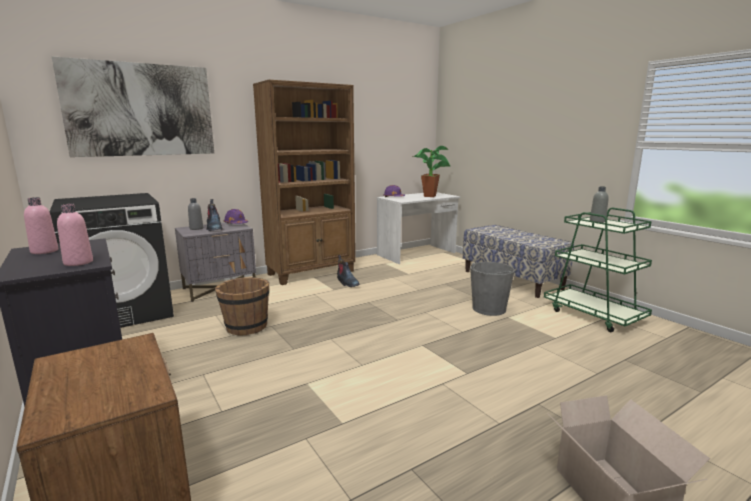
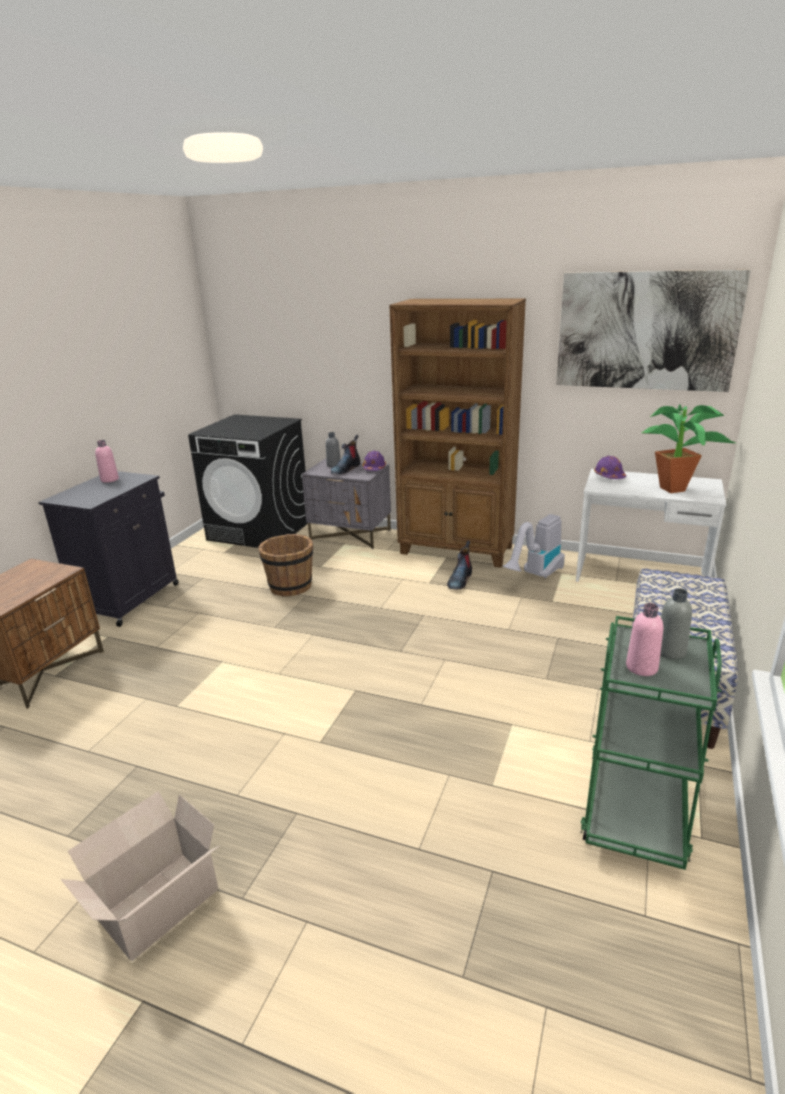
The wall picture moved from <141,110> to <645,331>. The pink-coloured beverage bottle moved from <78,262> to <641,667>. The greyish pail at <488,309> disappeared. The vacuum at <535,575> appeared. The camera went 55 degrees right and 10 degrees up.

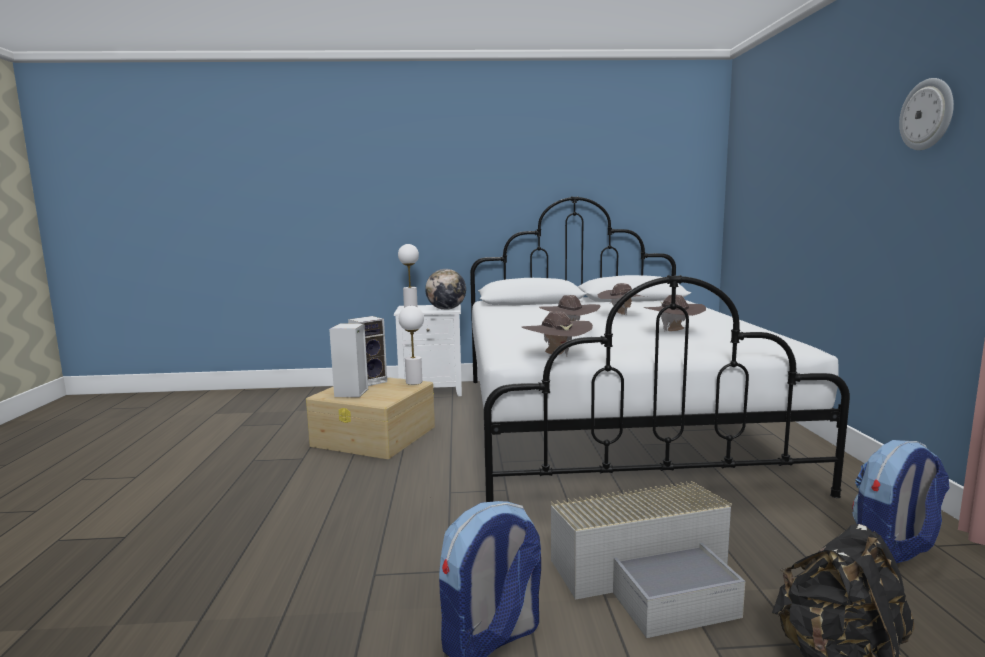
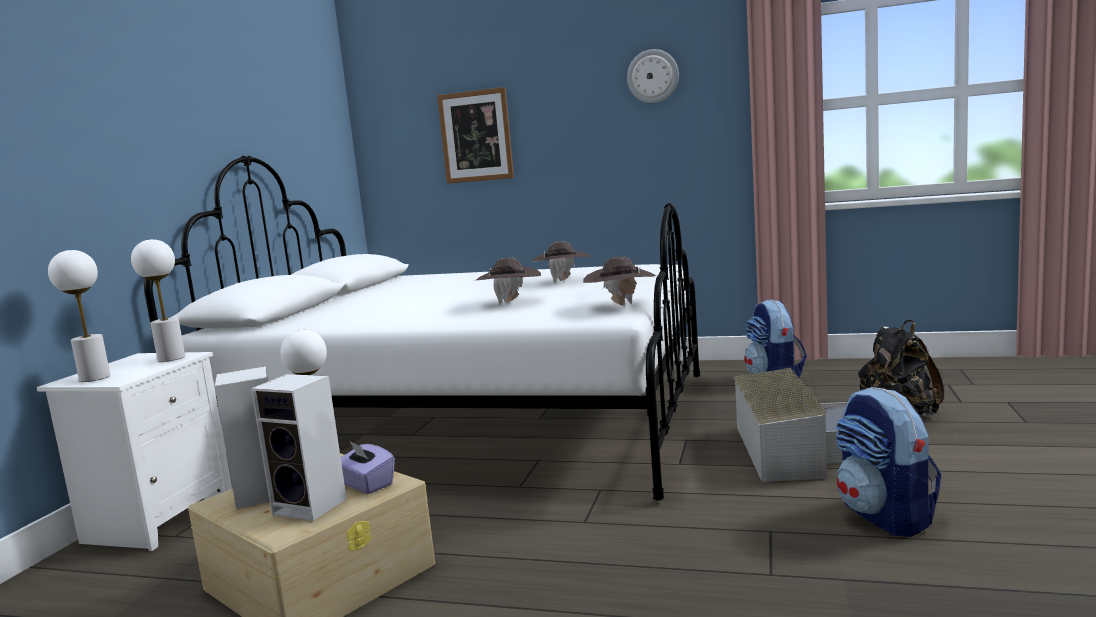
The globe at <446,309> was replaced by the whitish lamp for a table at <171,358>. The brown-coloured wearable hat at <621,315> disappeared. The purple-coloured tissue box at <366,485> appeared. The wall picture at <476,136> appeared. The camera went 70 degrees left and 0 degrees up.

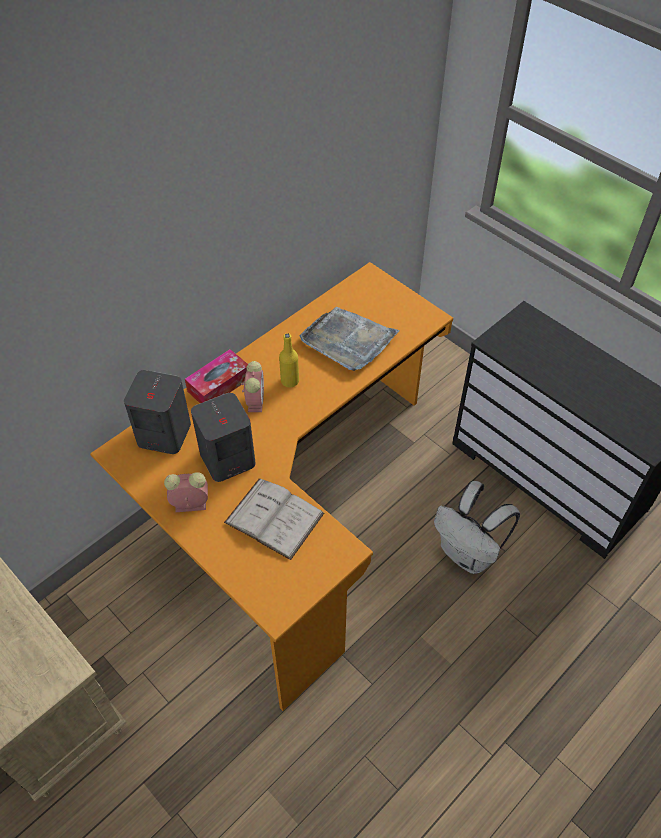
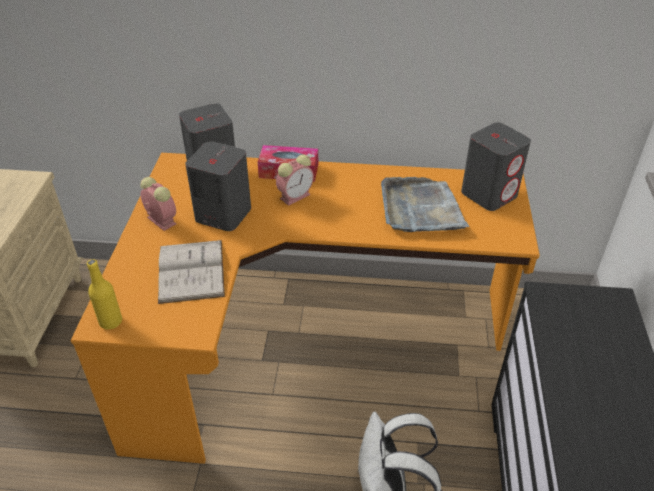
The yellowish beverage bottle moved from <290,381> to <111,322>. The greyish speaker at <489,194> appeared. The camera went 50 degrees right and 10 degrees down.

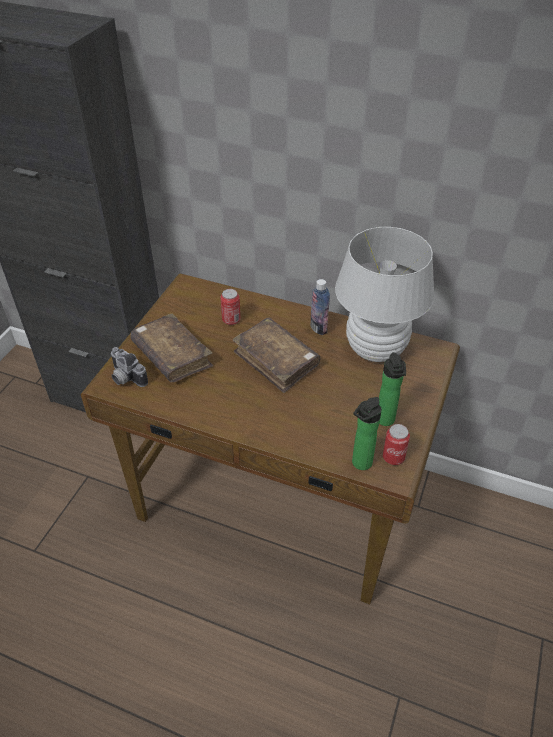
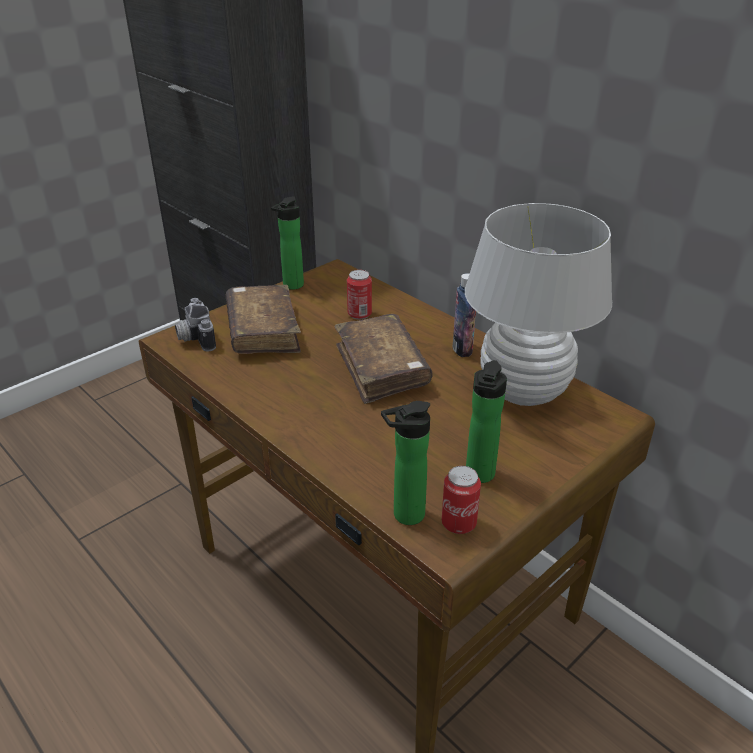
The beverage bottle at <291,286> appeared. The camera went 25 degrees right and 10 degrees down.

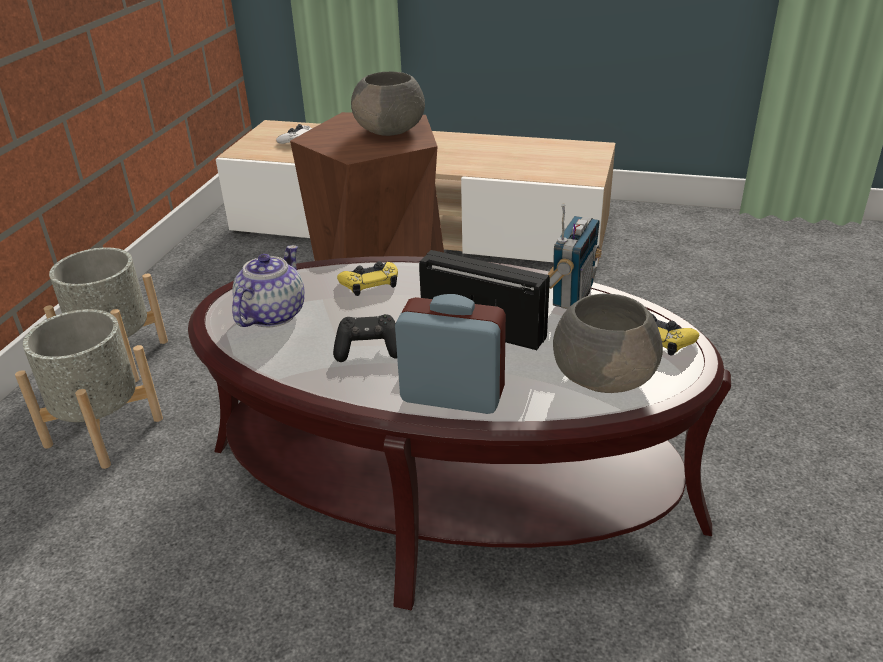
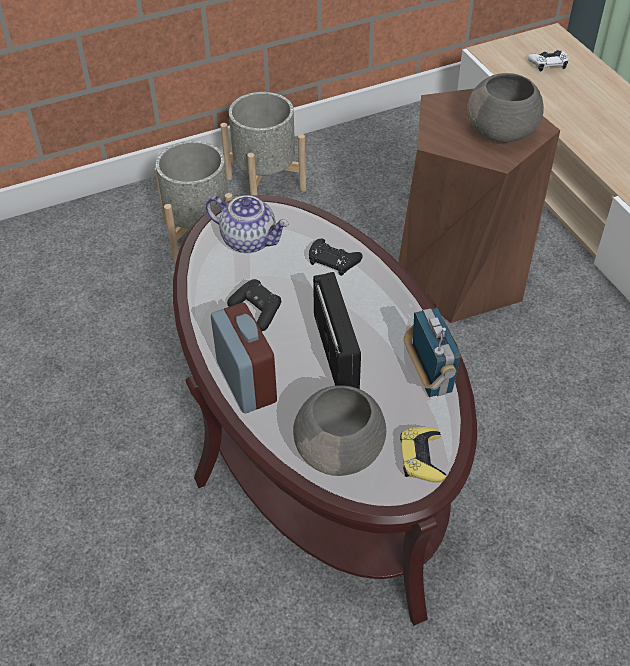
The teapot at <272,314> turned 45 degrees clockwise. The yellowish game controller at <370,283> became the blackish game controller at <333,260>. The radio at <571,295> turned 90 degrees counterclockwise. The camera went 50 degrees right and 15 degrees up.

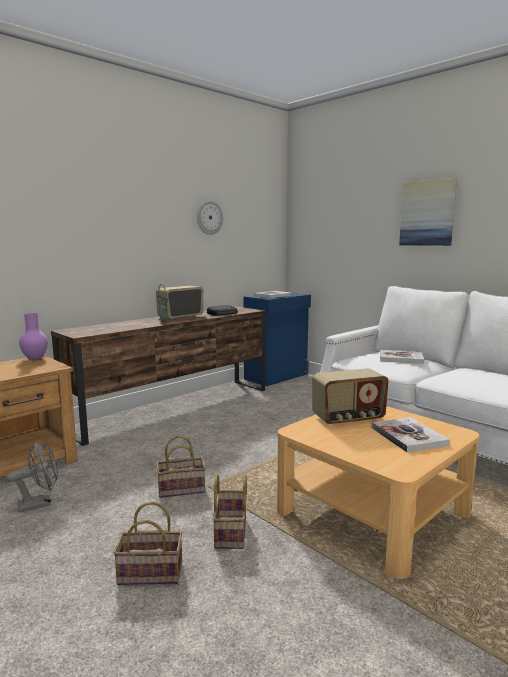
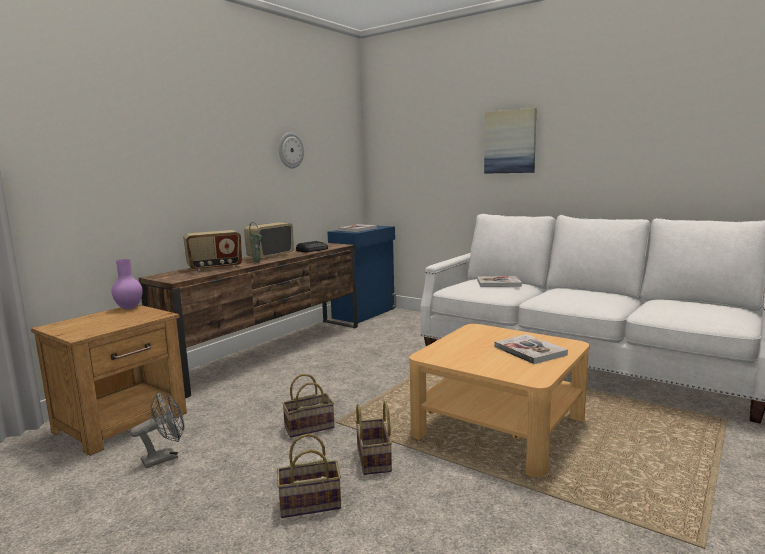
The radio moved from <348,419> to <215,267>. The camera went 10 degrees left and 0 degrees up.

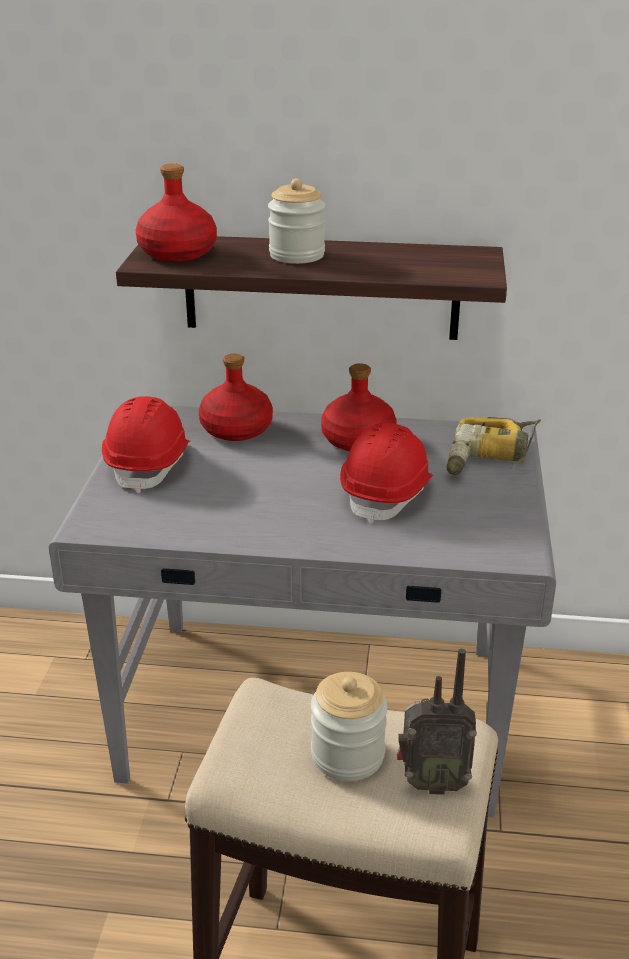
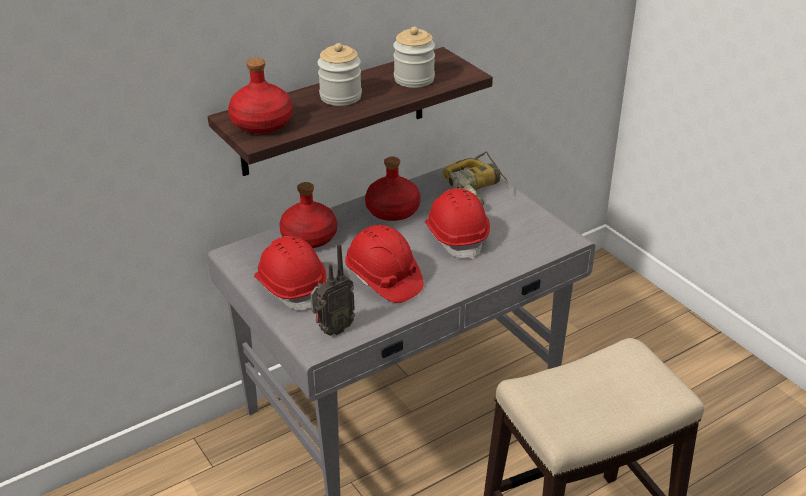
The jar moved from <347,755> to <414,79>. The radio moved from <431,782> to <332,330>. The red hard hat at <383,279> appeared. The camera went 40 degrees left and 5 degrees up.

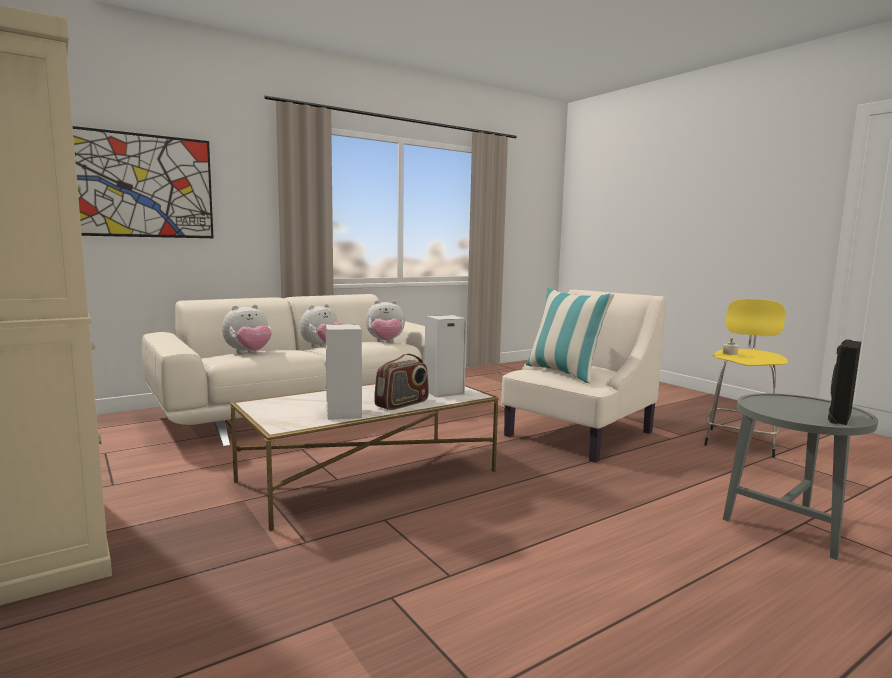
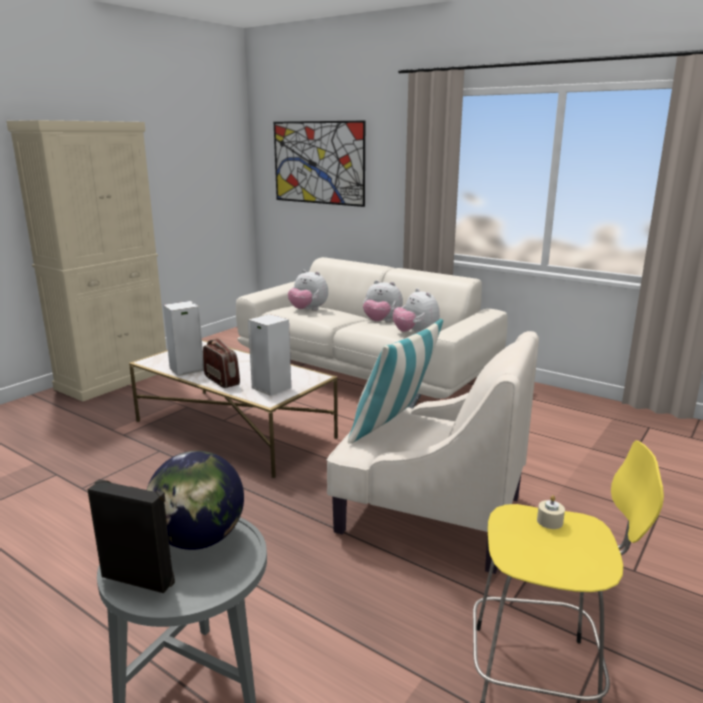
The radio at <402,404> turned 150 degrees counterclockwise. The globe at <198,540> appeared. The camera went 70 degrees right and 10 degrees up.

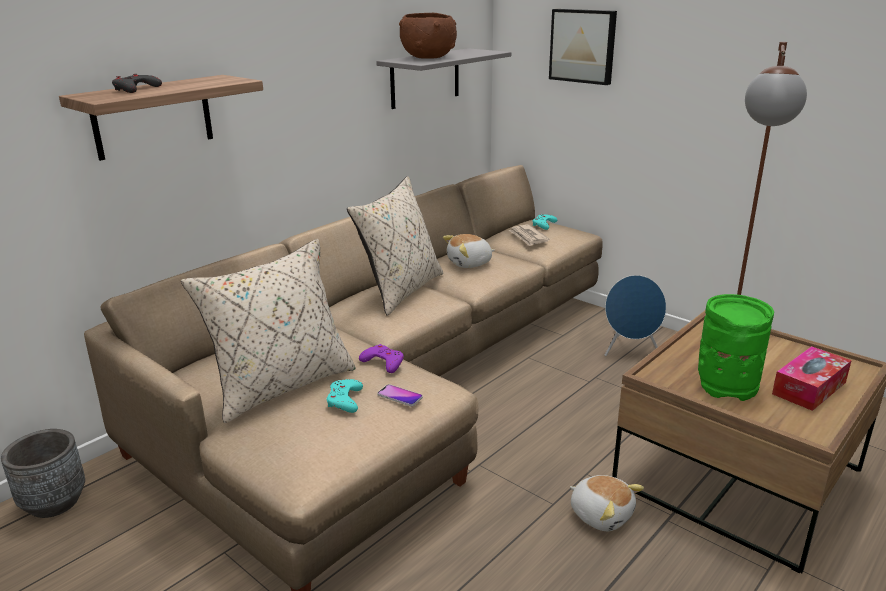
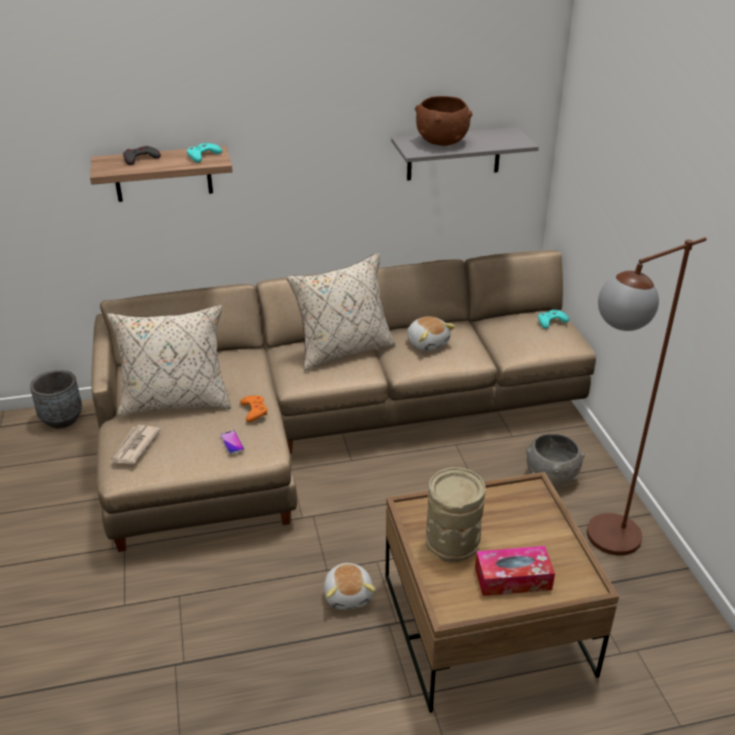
The turquoise-coloured game controller moved from <345,400> to <203,156>. The purple-coloured game controller at <383,362> became the orange game controller at <254,411>. The cuddly toy at <470,263> turned 135 degrees counterclockwise. The printed paper moved from <528,237> to <134,447>. The wall picture at <583,46> disappeared. The blue speaker at <629,350> was replaced by the greyish bowl at <551,476>. The green vase at <726,384> became the beige vase at <453,543>. The camera went 35 degrees right and 10 degrees up.

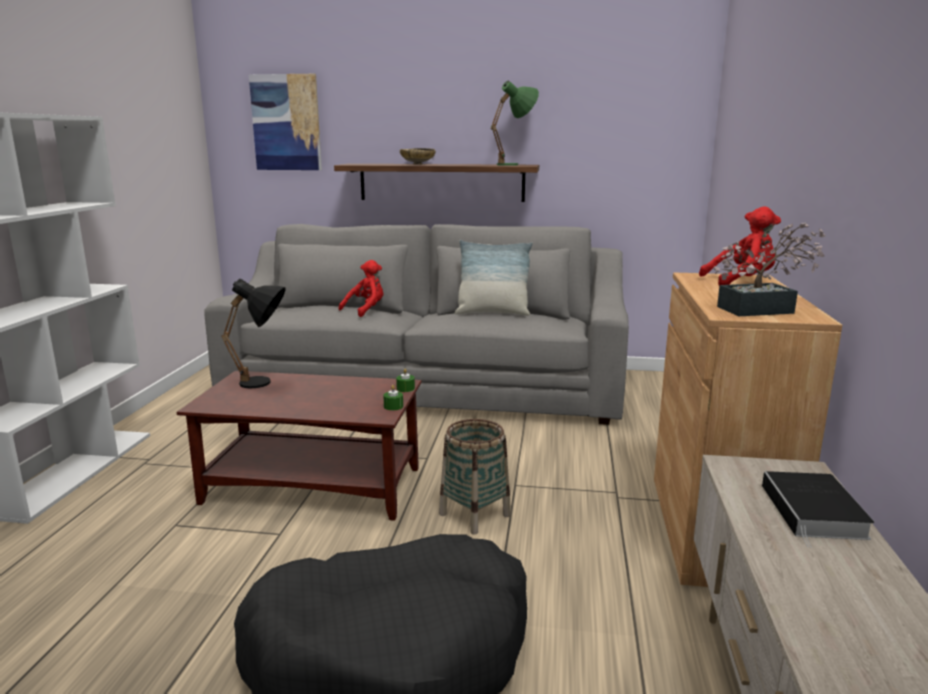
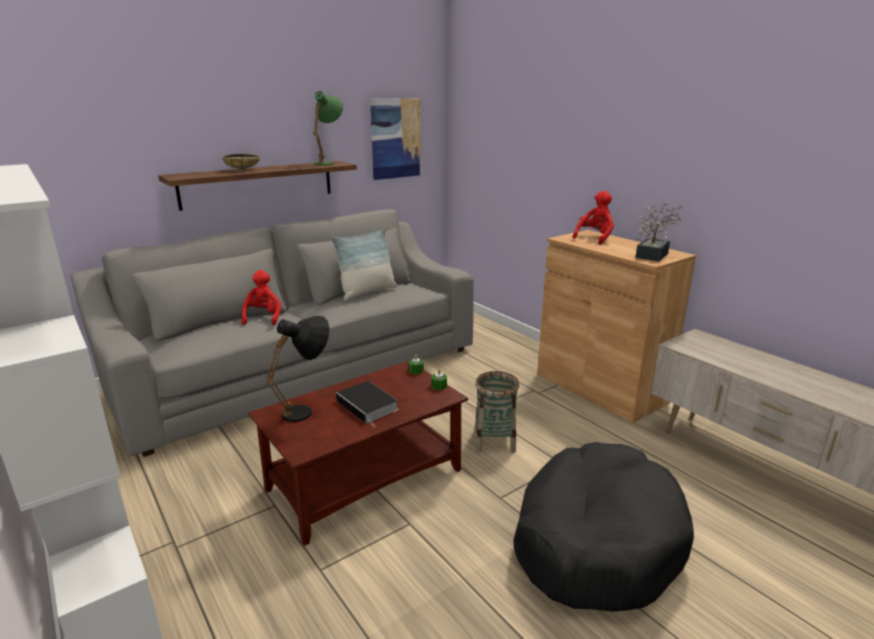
The wall picture moved from <286,123> to <396,138>. The volume moved from <815,513> to <368,406>. The camera went 45 degrees left and 5 degrees up.

